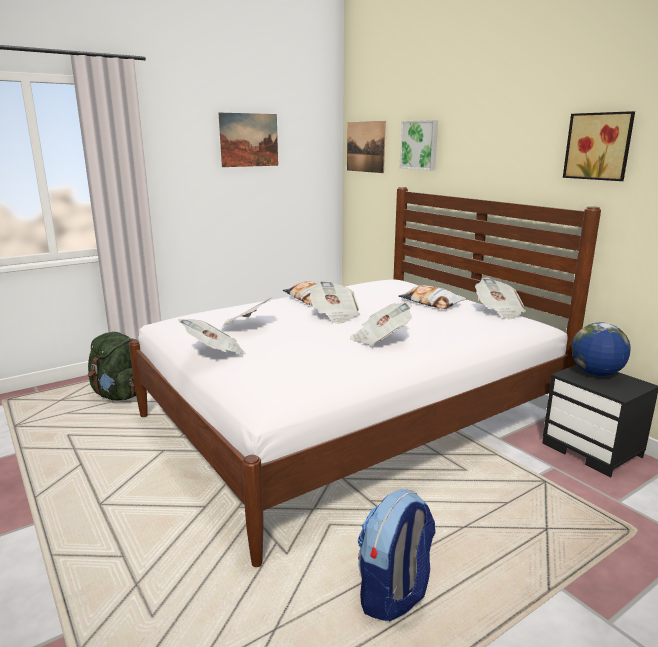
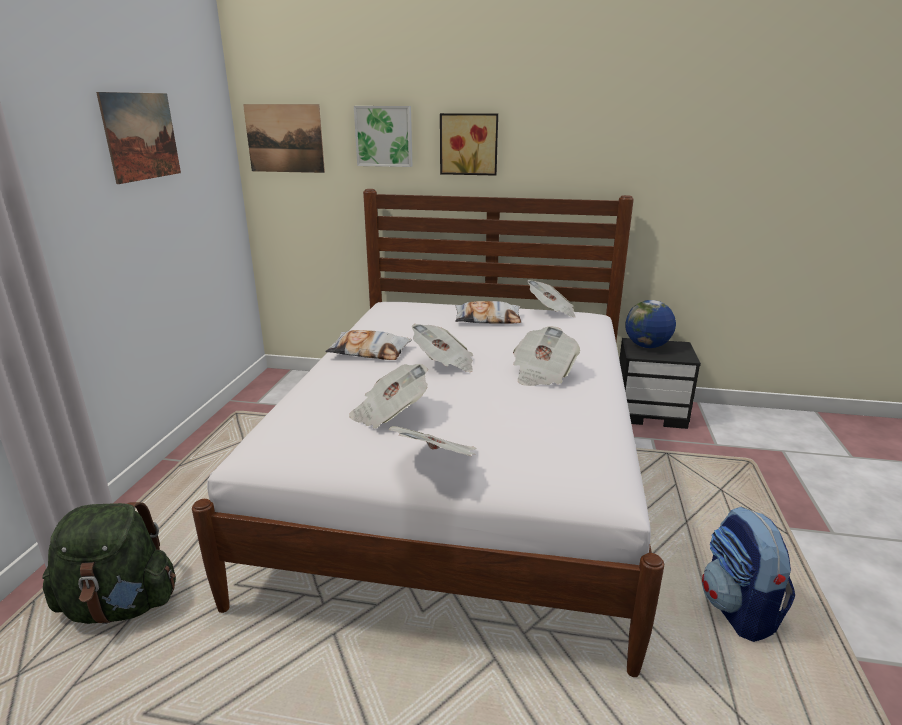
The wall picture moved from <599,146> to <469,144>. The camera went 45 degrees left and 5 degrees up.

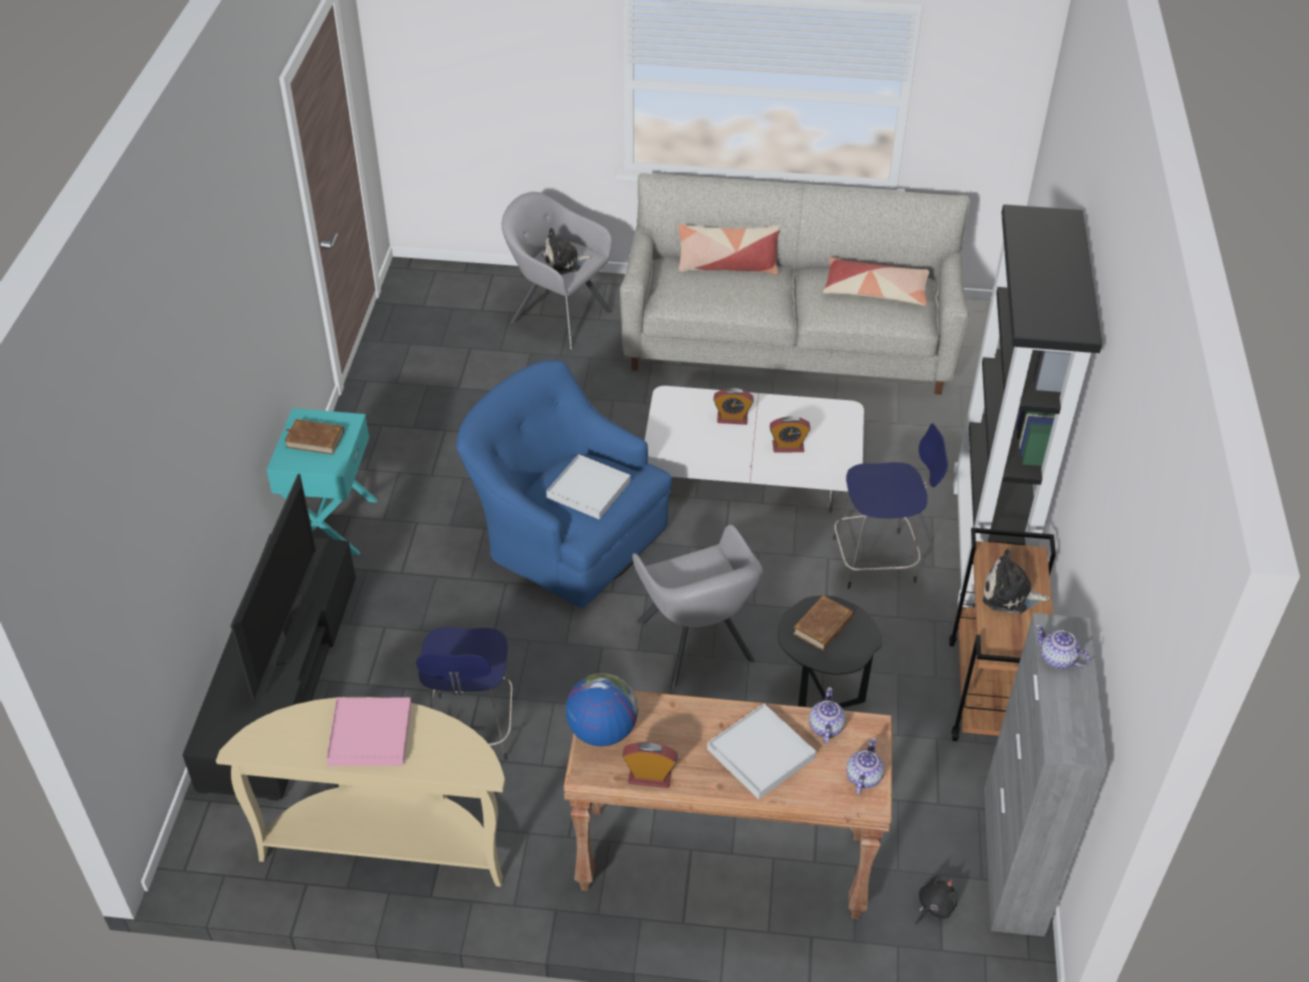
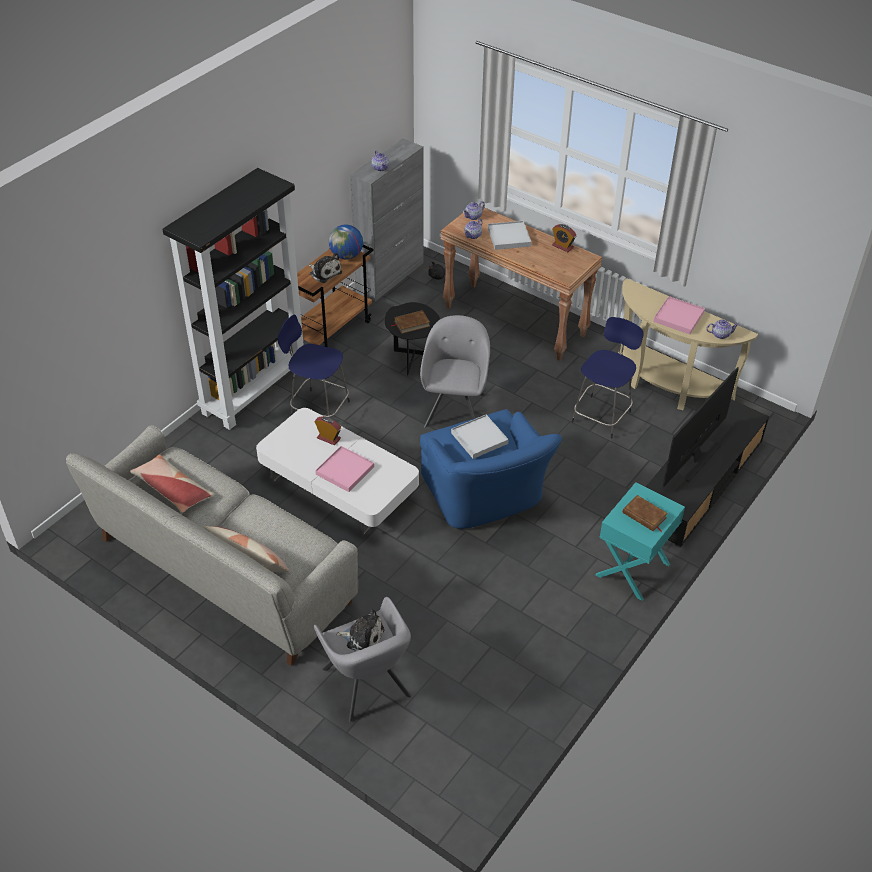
The globe moved from <602,731> to <346,256>. The alarm clock at <732,418> was replaced by the pink-coloured carrying tray at <344,471>. The teapot at <720,334> appeared. The camera went 150 degrees left and 0 degrees up.

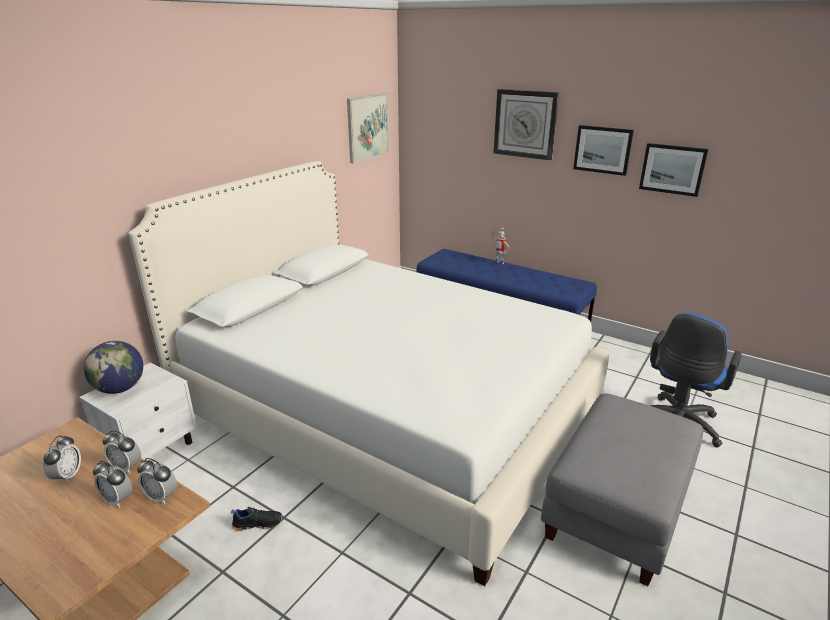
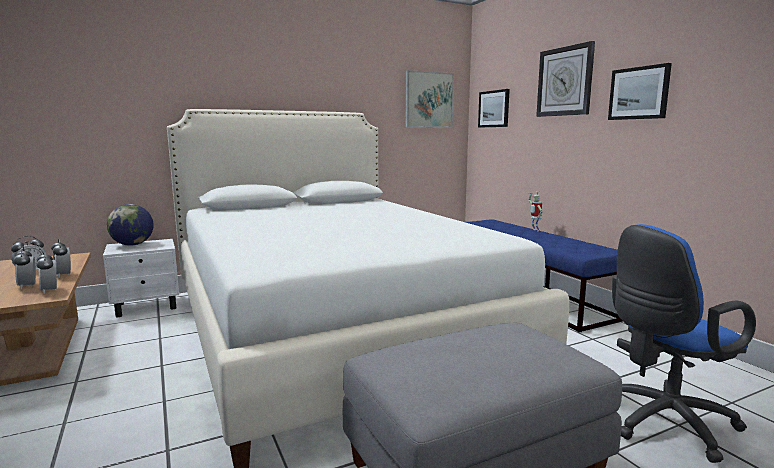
The blackish low shoe at <258,523> disappeared. The wall picture moved from <672,169> to <494,109>. The camera went 30 degrees right and 15 degrees down.

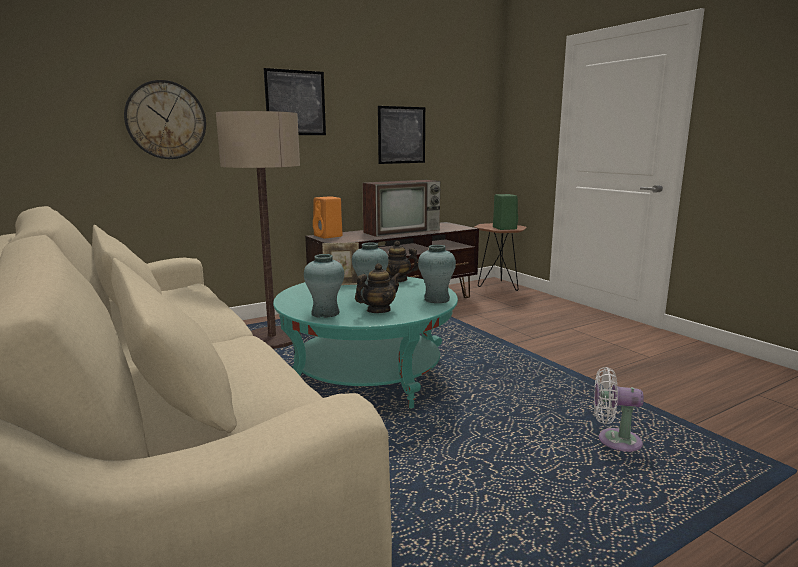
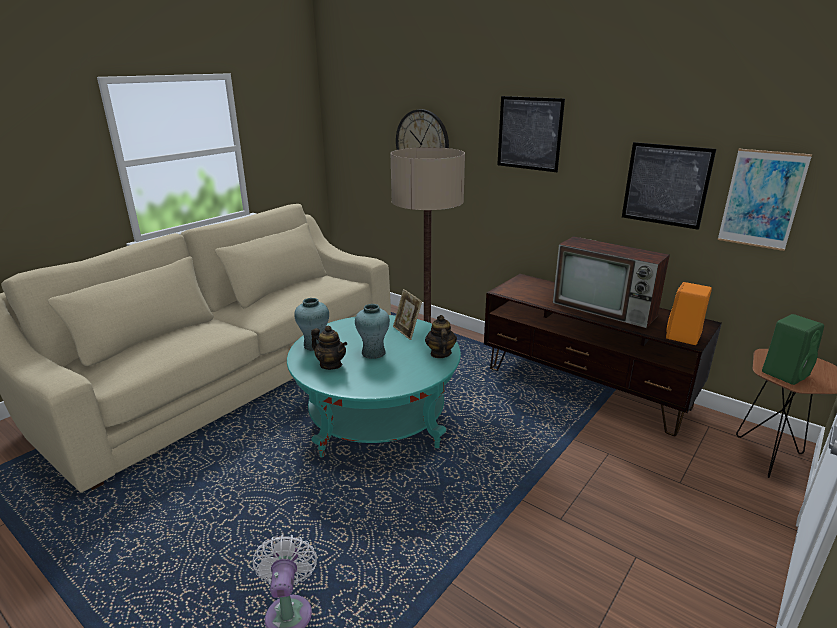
The orange speaker moved from <328,236> to <683,337>. The turquoise-coloured vase at <436,299> disappeared. The wall picture at <761,199> appeared. The camera went 70 degrees right and 10 degrees up.

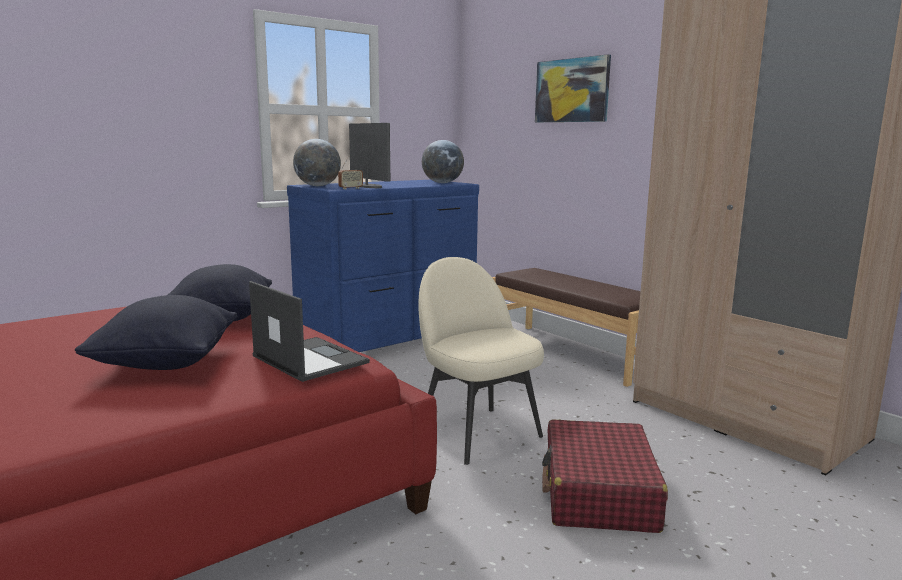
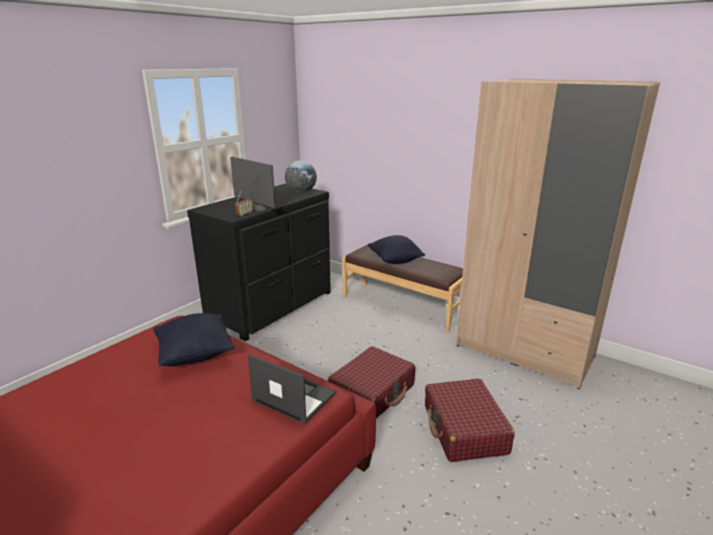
The blackish throw pillow moved from <166,364> to <395,261>. The blue dresser at <390,337> became the blackish dresser at <273,307>. The globe at <317,186> disappeared. The beige plain chair at <477,433> was replaced by the red travel case at <372,392>. The wall picture at <572,90> disappeared. The camera went 15 degrees left and 10 degrees up.

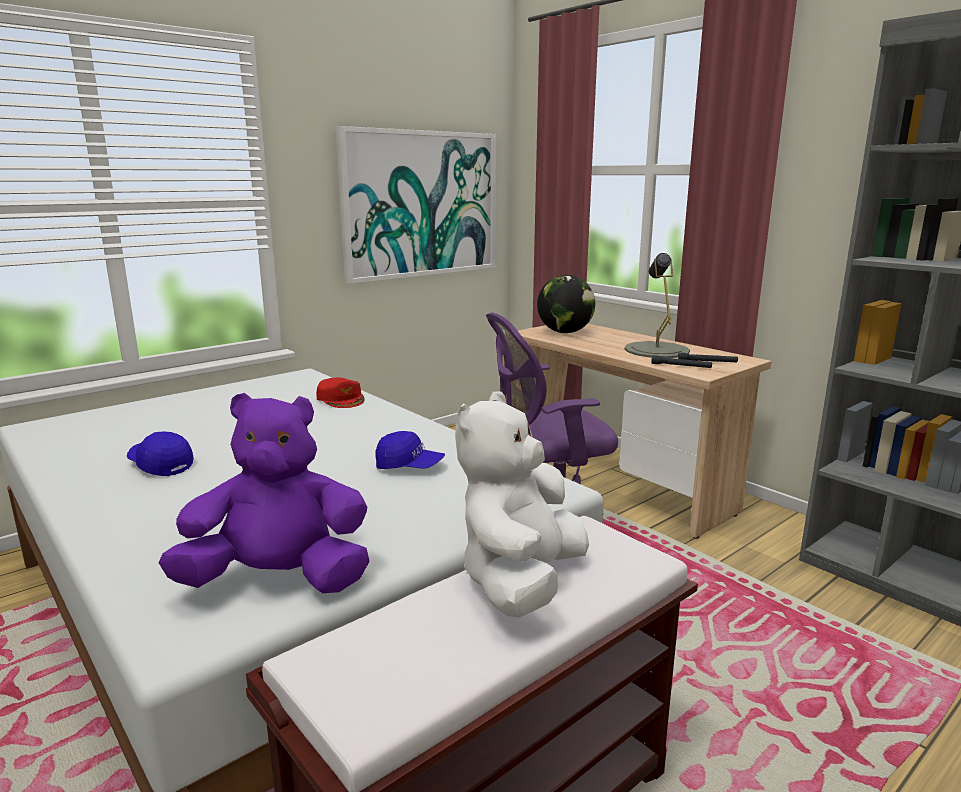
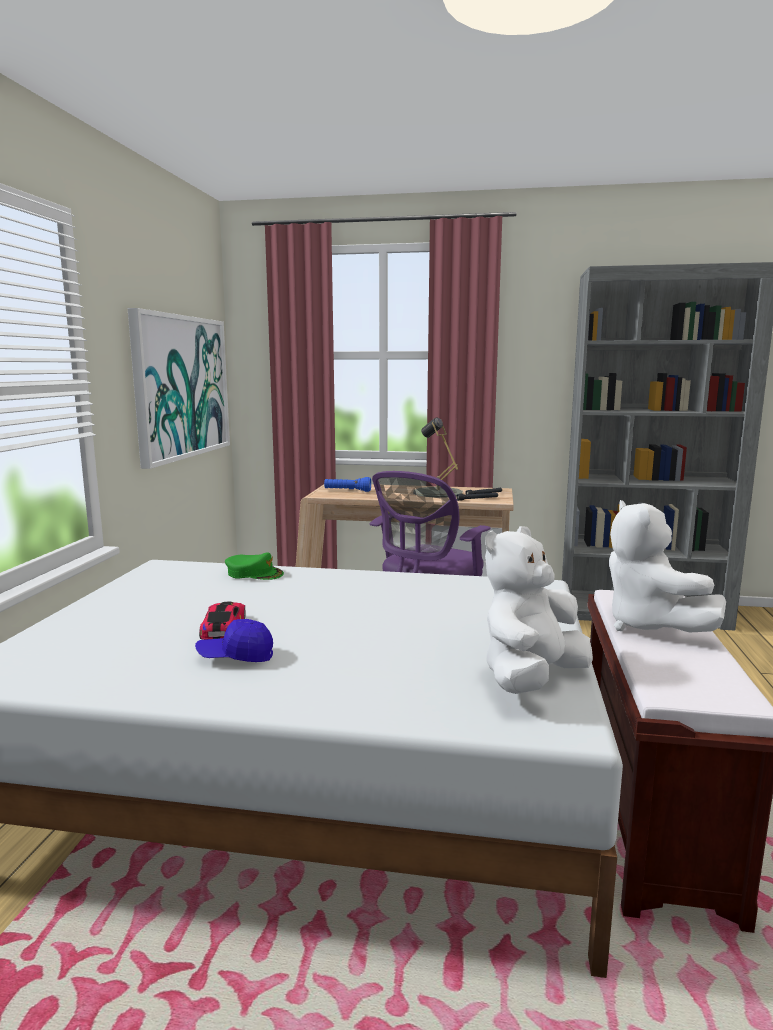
The purple-coloured cuddly toy at <279,580> became the whitish cuddly toy at <531,679>. The red peaked cap at <341,399> became the green peaked cap at <254,573>. The blue peaked cap at <409,466> disappeared. The globe at <565,332> was replaced by the blue torch at <347,491>. The miniature car at <223,628> appeared. The camera went 40 degrees left and 5 degrees down.

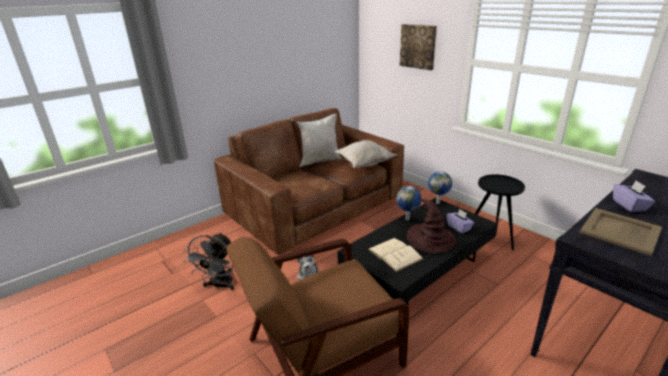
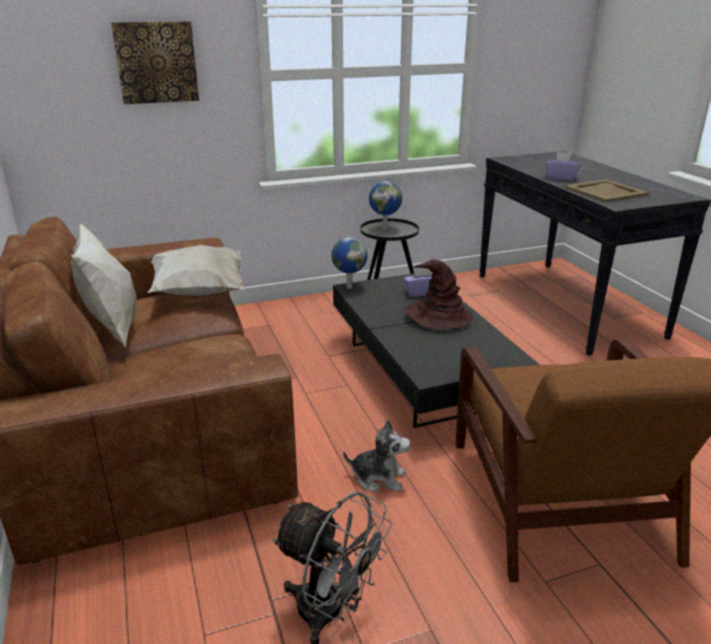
The beige volume at <395,254> disappeared. The globe moved from <408,219> to <385,229>. The camera went 70 degrees left and 0 degrees up.

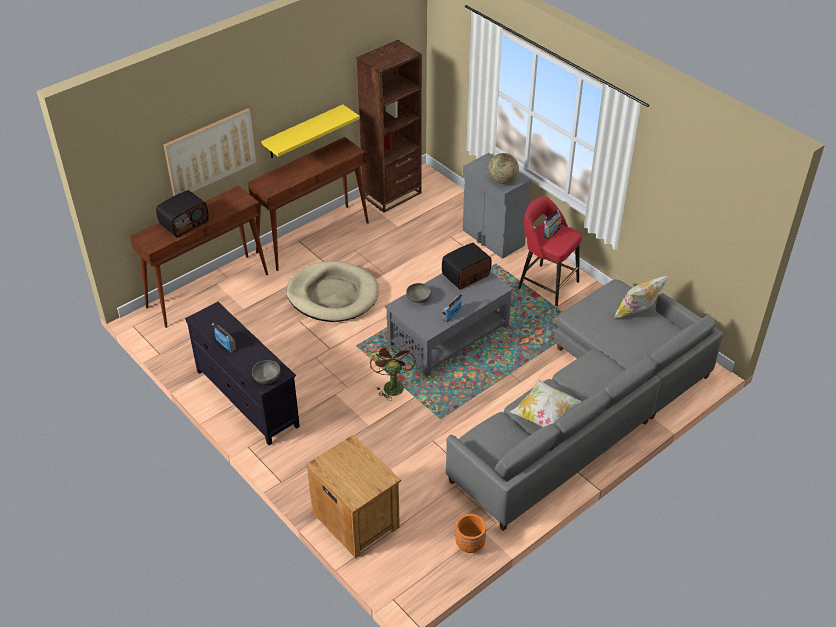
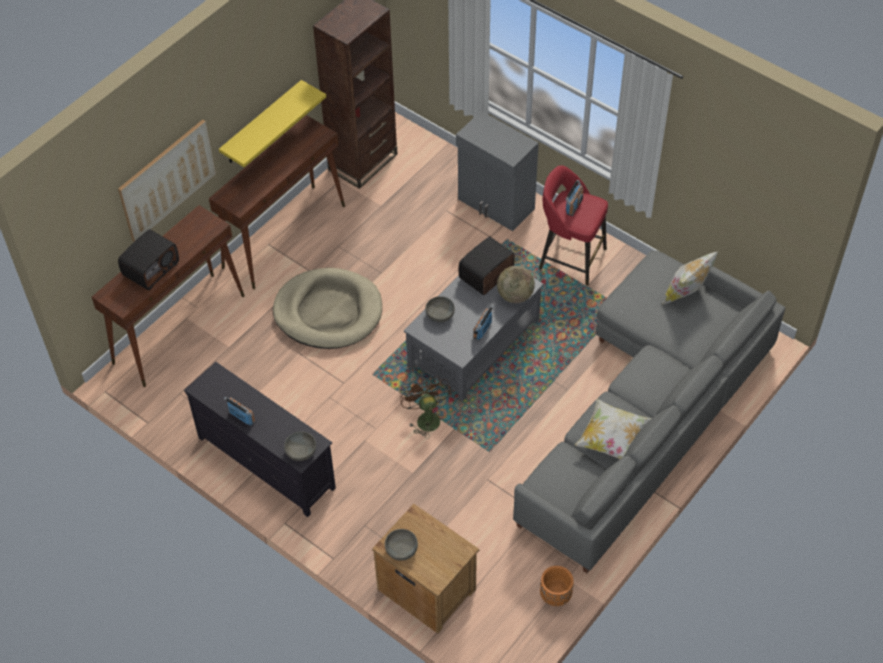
The globe moved from <502,180> to <515,295>. The greyish bowl at <401,549> appeared. The camera went 10 degrees left and 10 degrees up.

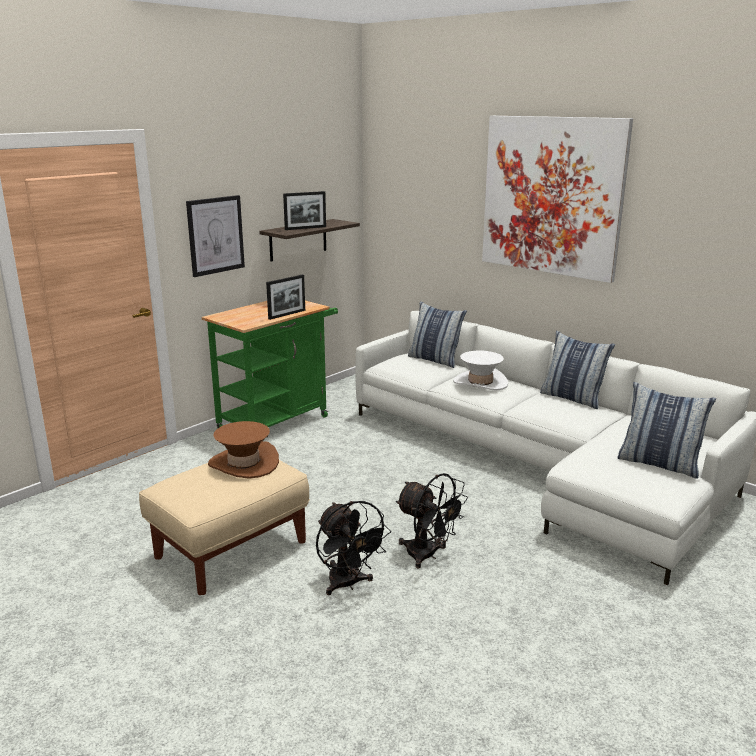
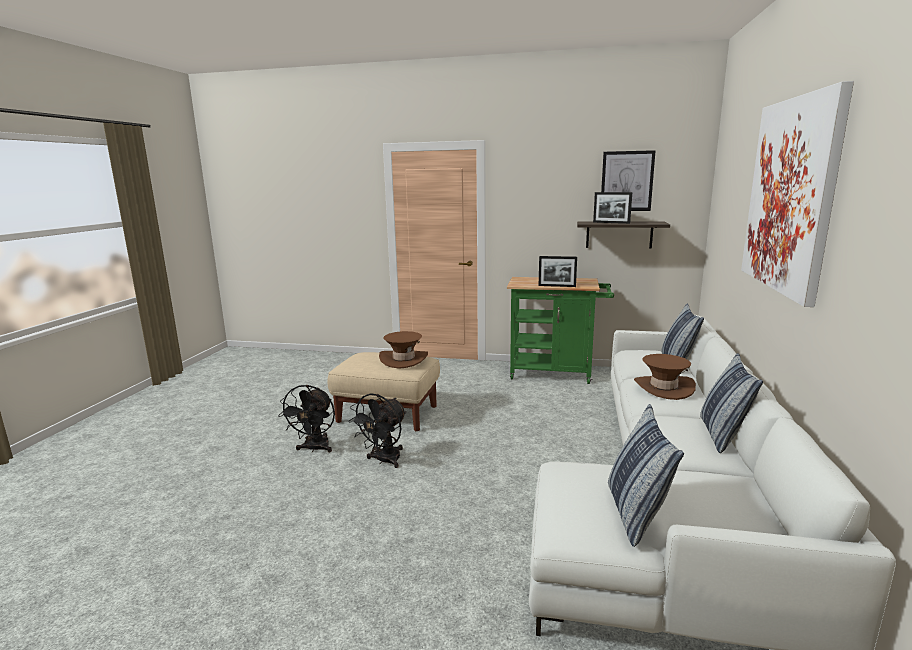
The wall picture moved from <215,235> to <627,181>. The blackish cooling fan moved from <428,555> to <315,449>. The whitish wearable hat at <480,382> became the brown-coloured wearable hat at <663,388>. The camera went 60 degrees right and 5 degrees down.

